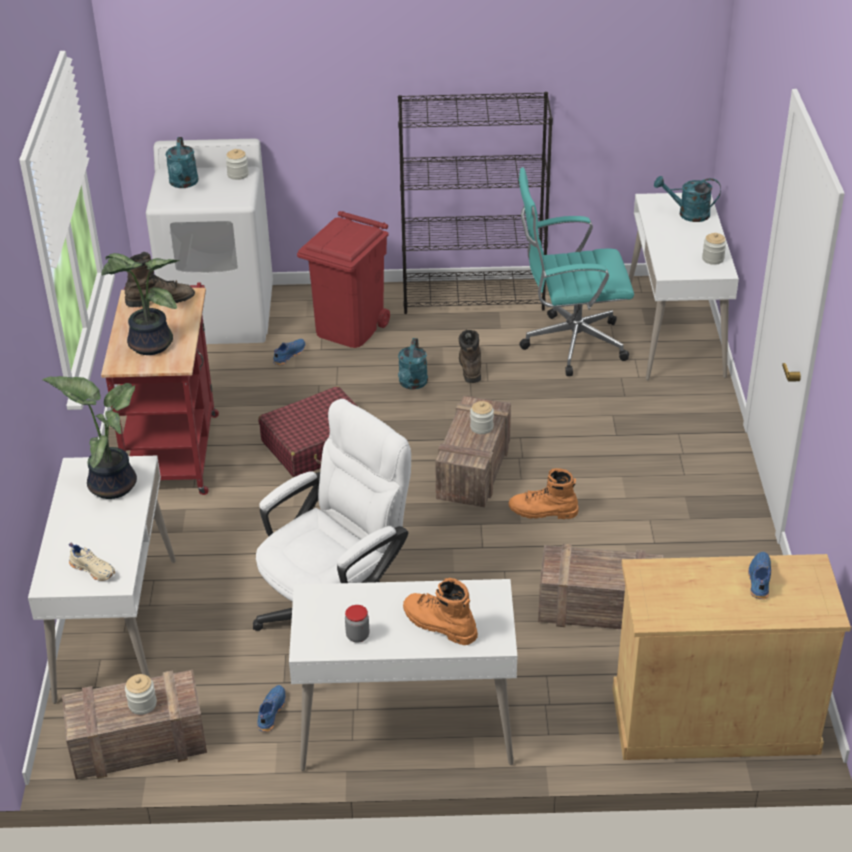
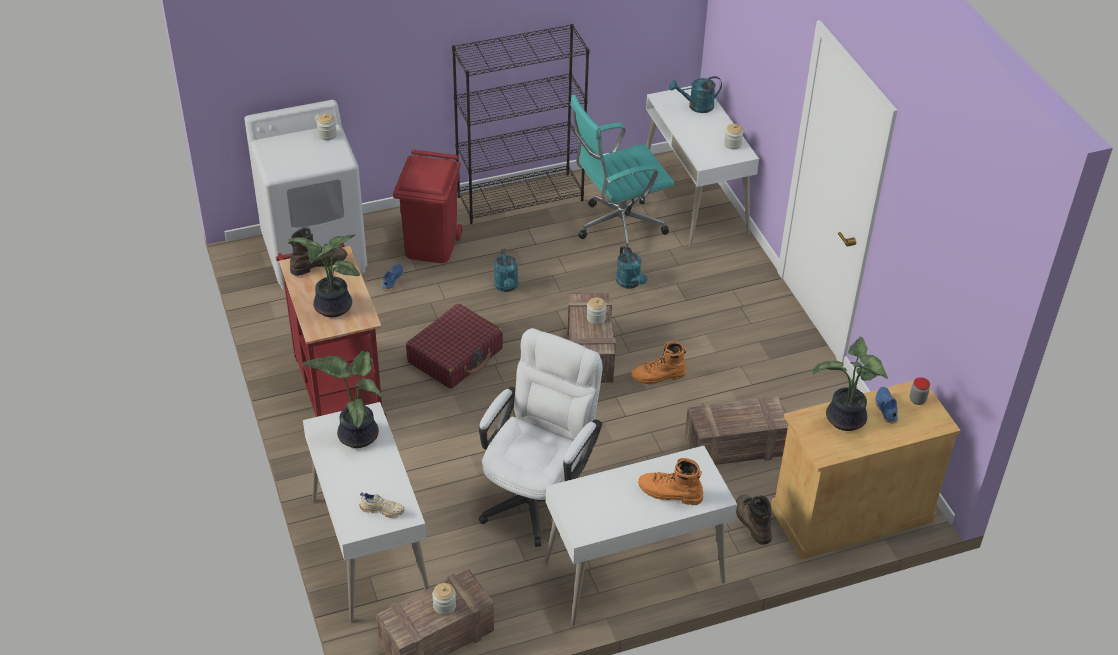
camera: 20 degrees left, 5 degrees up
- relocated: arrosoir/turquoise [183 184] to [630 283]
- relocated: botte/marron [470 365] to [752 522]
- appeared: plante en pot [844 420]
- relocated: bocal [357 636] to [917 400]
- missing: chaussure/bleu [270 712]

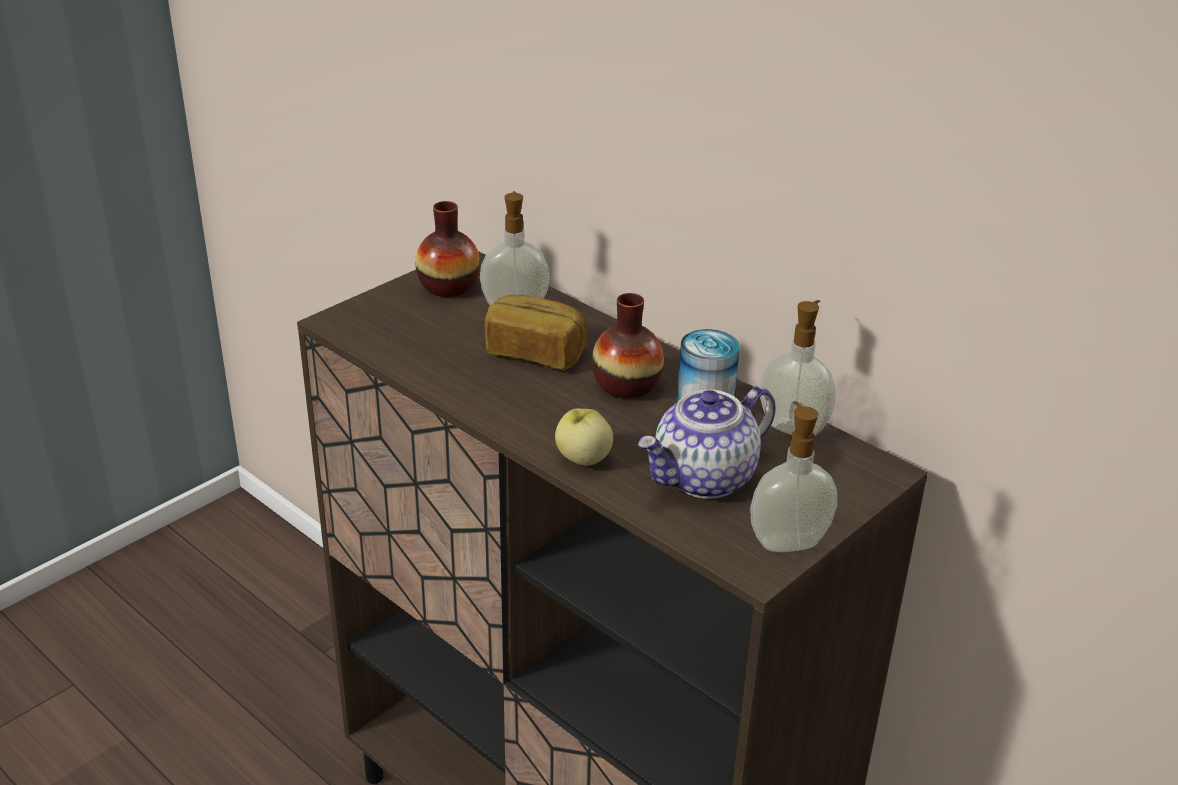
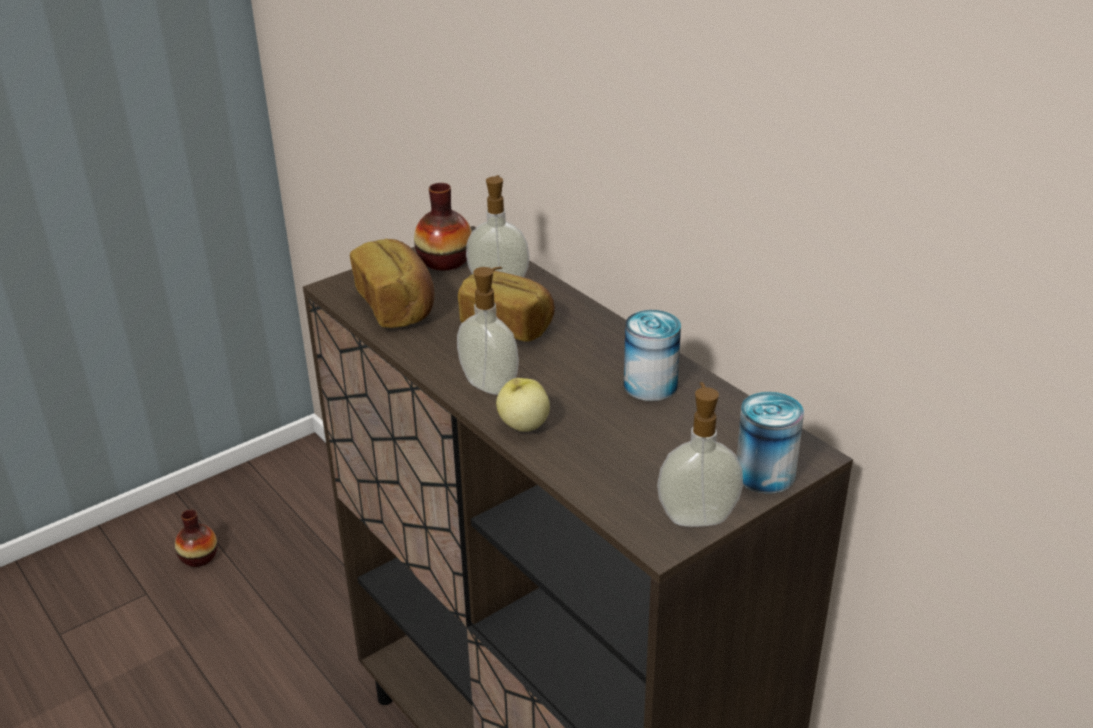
camera: 10 degrees right, 0 degrees up
- relocated: vase [626 385] to [199 557]
- appeared: pain [397 306]
- relocated: distributeur de savon [793 427] to [490 384]
- appeared: boîte métallique [765 474]
- missing: théière [704 478]

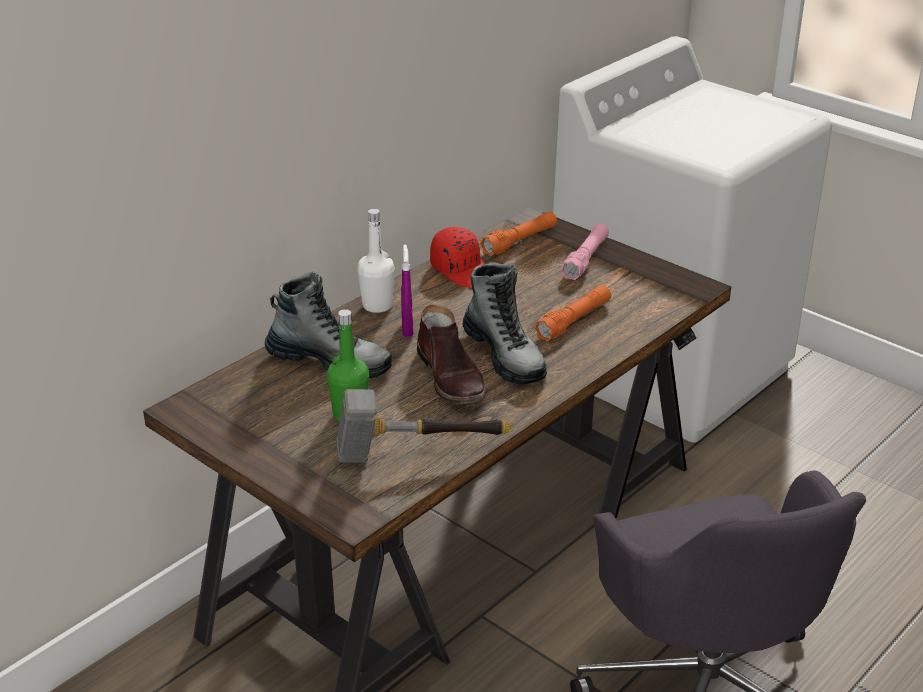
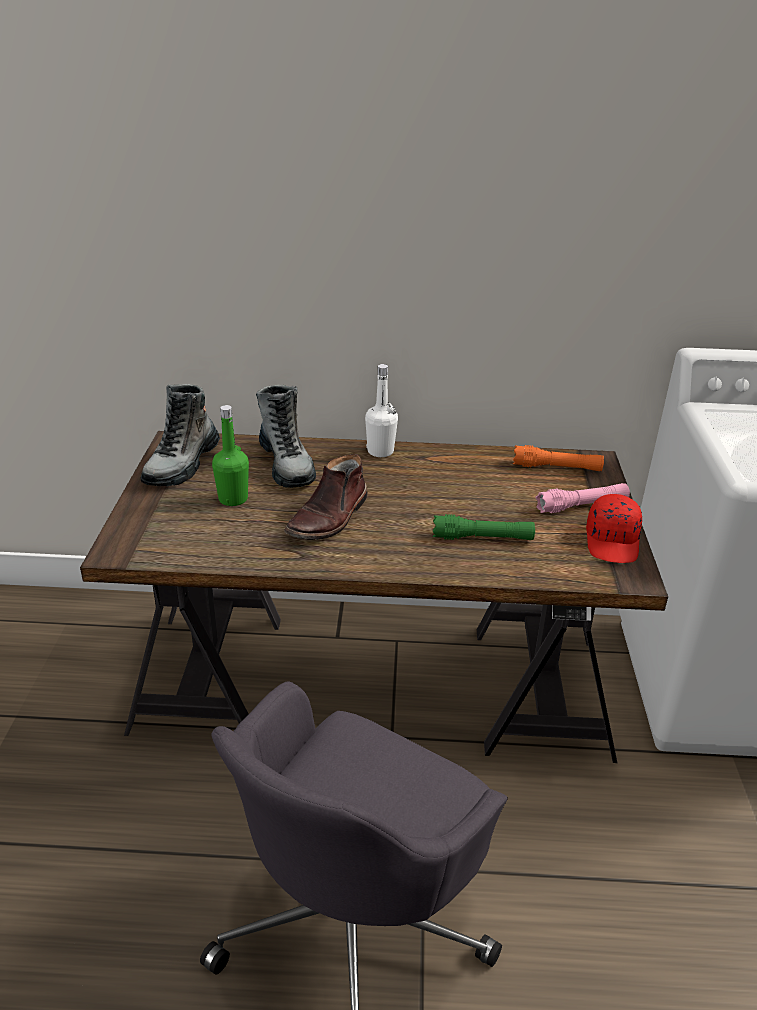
camera: 50 degrees right, 0 degrees up
- relocated: botte [505 355] to [182 464]
- colour: lampe de poche/orange [573 321] to lampe de poche/vert [482 538]
- relocated: casquette/rouge [463 270] to [613 542]
- missing: marteau [417 455]
- missing: vaporisateur/violet [407 329]

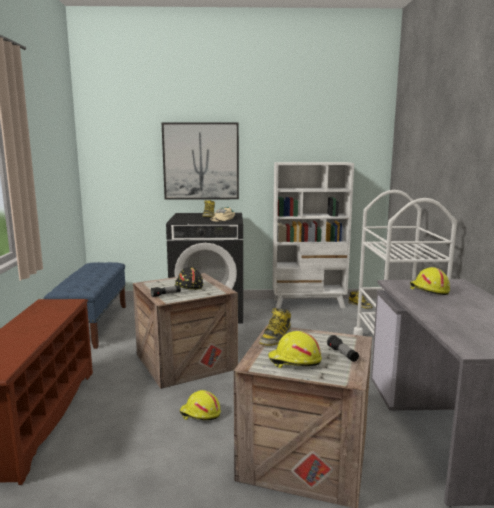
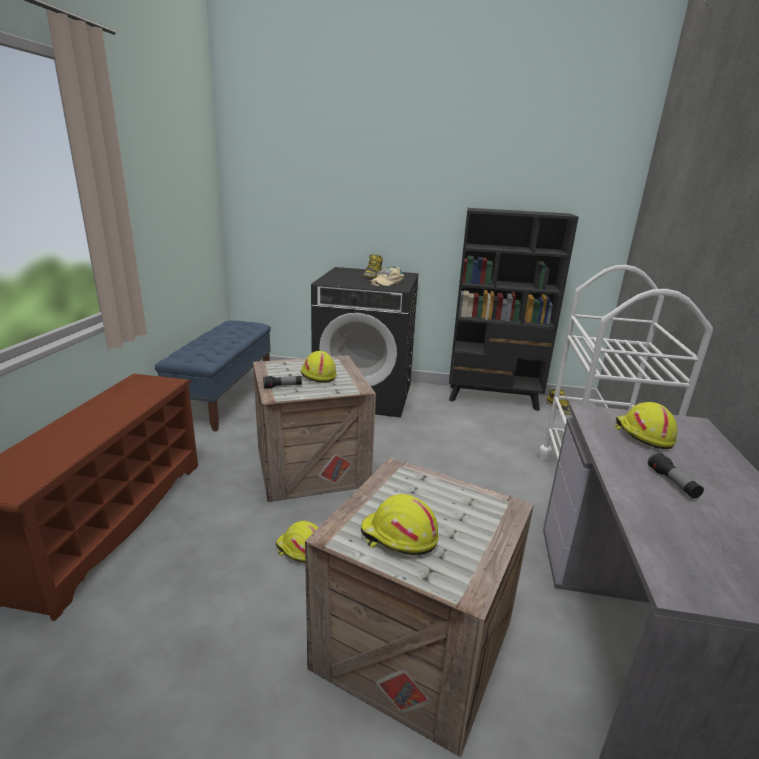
camera: 10 degrees right, 10 degrees up
- colour: casque de chantier/noir [188 286] to casque de chantier/jaune [317 375]
- colour: bibliothèque/blanc [309 304] to bibliothèque/noir [493 398]
- relocated: lampe de poche [342 354] to [672 483]
- missing: tableau [201 161]
- missing: botte [276 337]

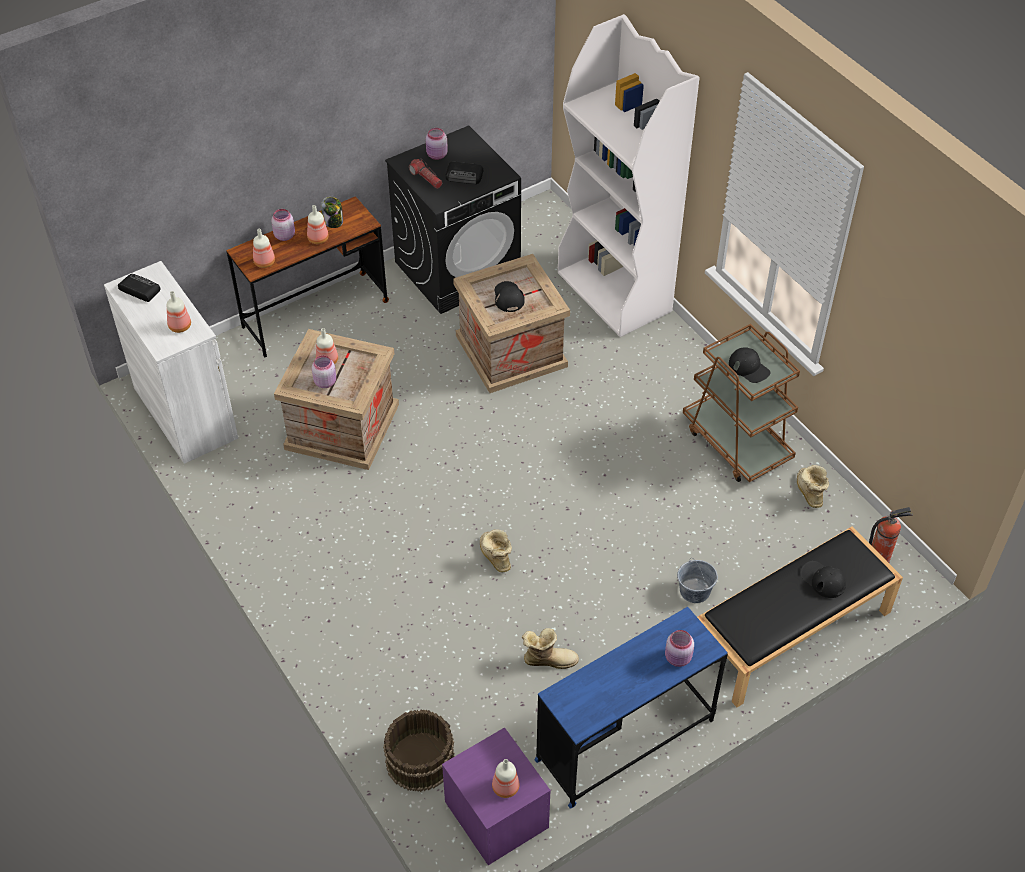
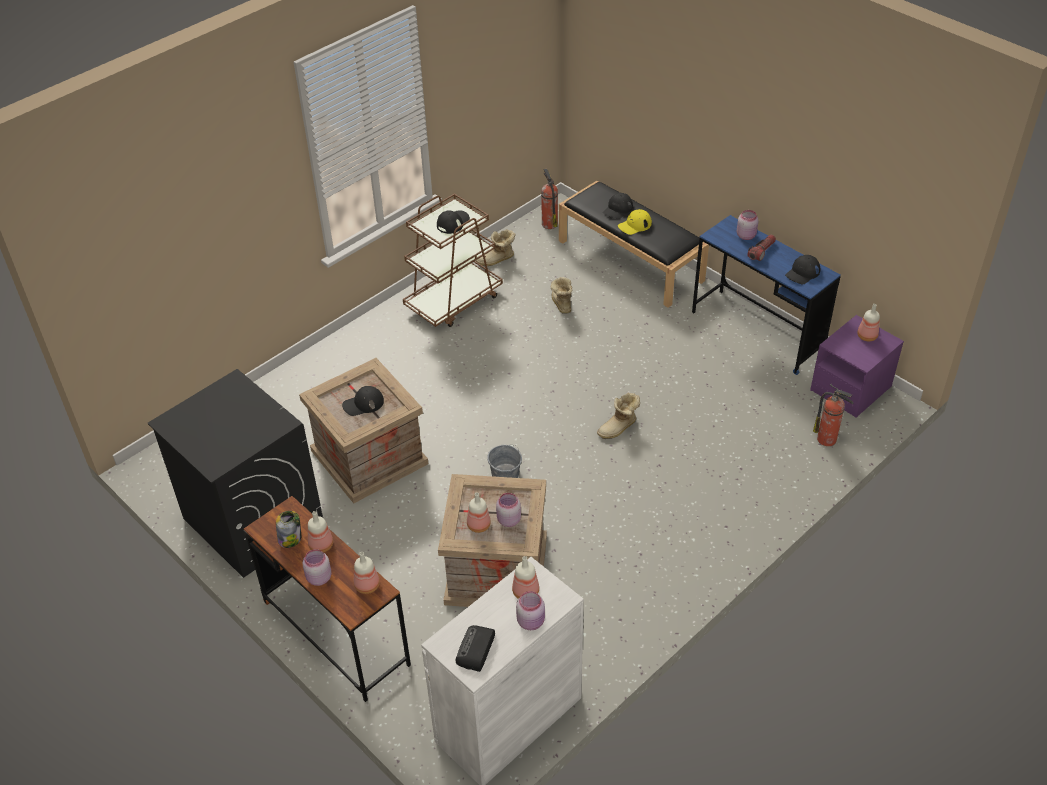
camera: 100 degrees left, 5 degrees down
- relocated: seau/gris [695 591] to [505 474]
- relocated: bocal/rose [437 155] to [531 621]
- relocated: botte [548 659] to [561 304]
- appeared: casquette/jaune [634 225]
- relocated: lampe de poche [426 178] to [761 251]
- appeared: casquette/noir [802 273]
- exchanged: seau/marron [419 759] to extincteur [827 439]
- missing: radio [465 176]
- missing: bibliothèque/blanc [615 292]

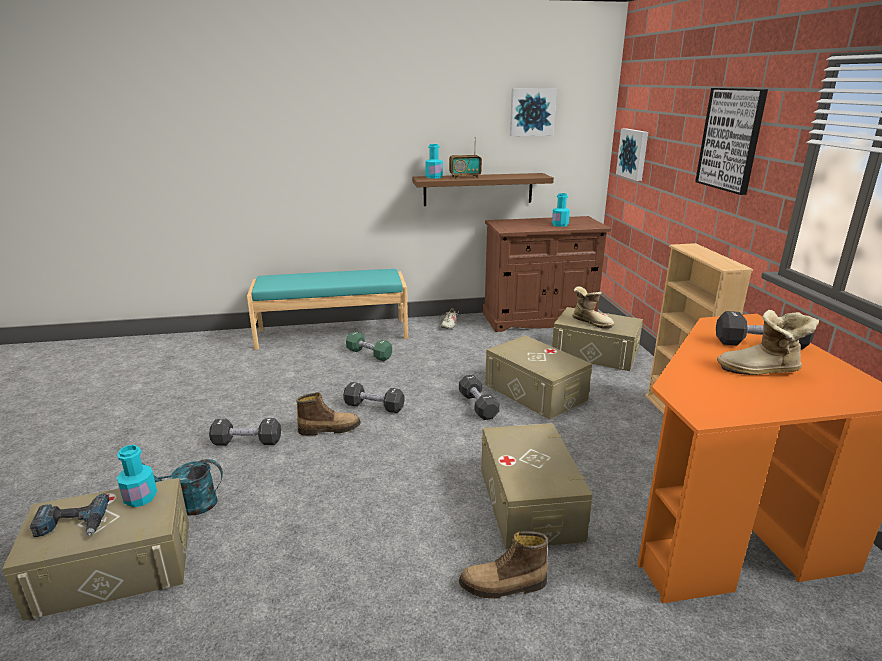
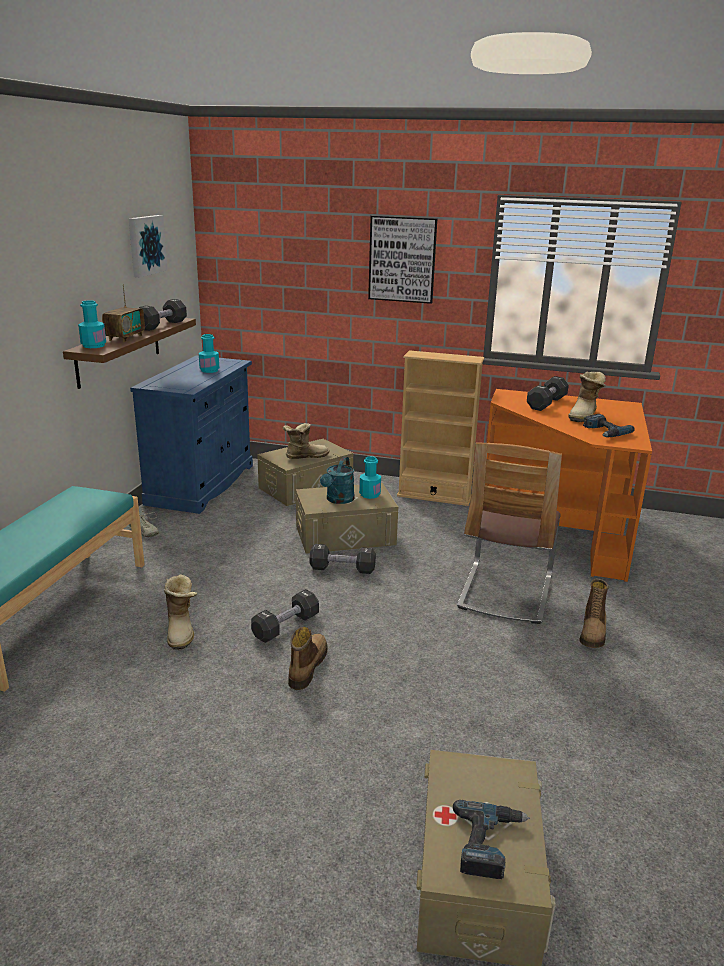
camera: 65 degrees left, 0 degrees up
- colour: meuble de rangement/marron [539 319] to meuble de rangement/bleu [201 484]
- relocated: haltère/noir [247 442] to [162 325]
- appeared: botte [182 631]
- relocated: arrosoir/turquoise [189 504] to [338 500]
- relocated: bouteille/turquoise [140 498] to [369 494]
- exchanged: boîte de rangement/beige [529 503] to chaise [505 592]
- appeared: perceuse [603 432]
- missing: haltère/vert [369 354]
- missing: tableau [633 154]

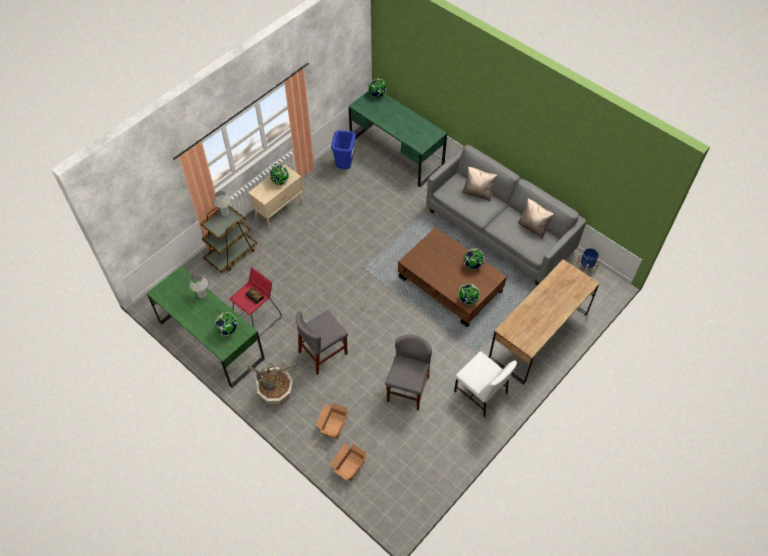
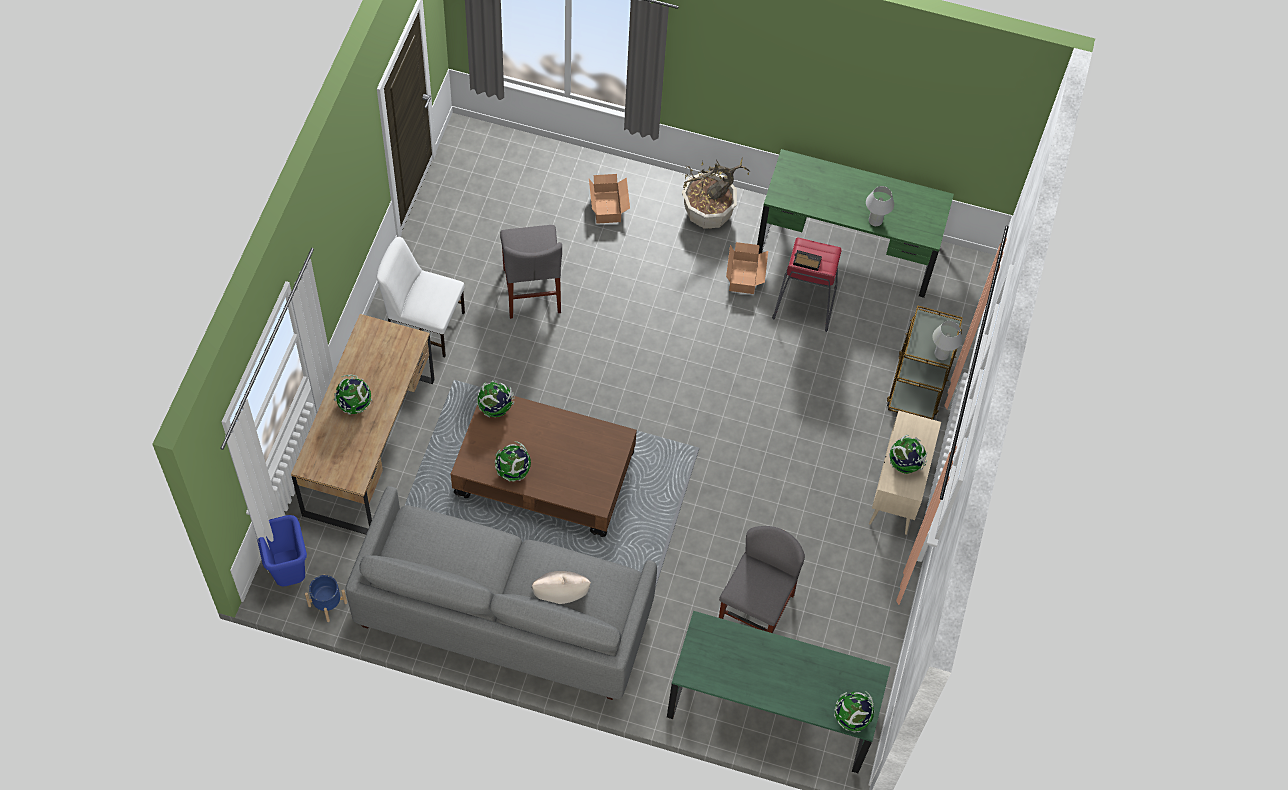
camera: 150 degrees right, 5 degrees up
- relocated: poubelle/bleu [344 166] to [290 574]
- relocated: globe [228 330] to [354 404]
- relocated: chaise/gris [323 353] to [755 610]
- relocated: carton [349 466] to [745 276]
- missing: coussin/beige [533 227]

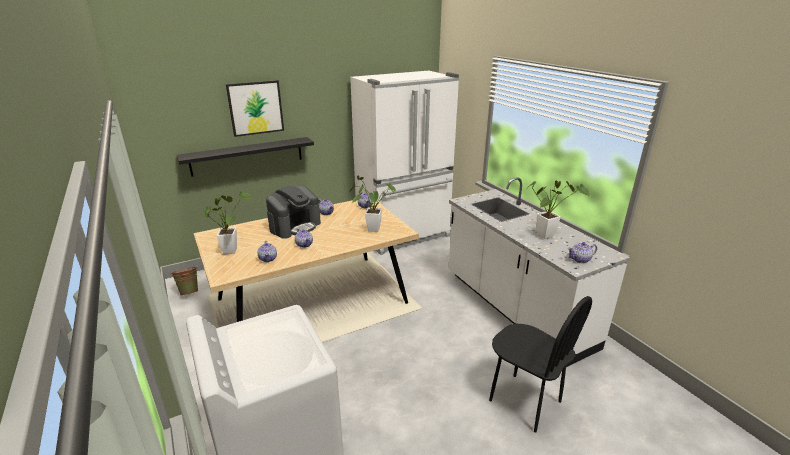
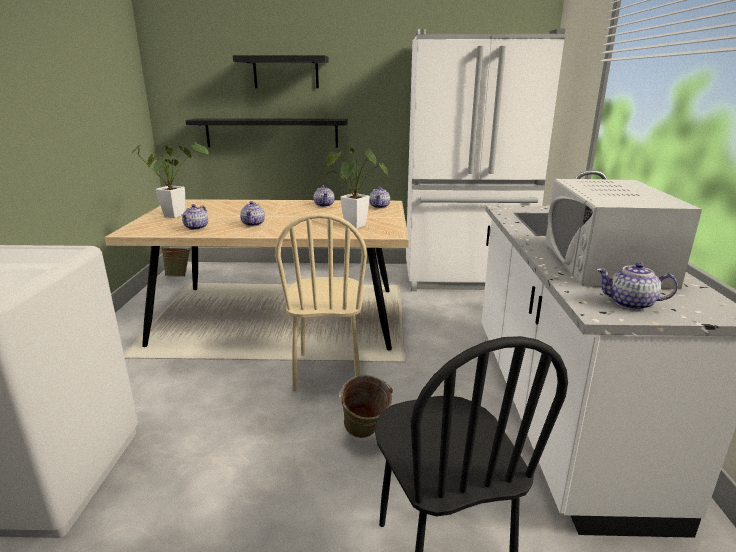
camera: 30 degrees right, 5 degrees down
- exchanged: tableau [255 108] to étagère/noir [286 72]
- appeared: chaise/beige [328 371]
- appeared: seau/vert [364 436]
- exchanged: plante en pot [548 235] to micro-ondes/blanc [604 263]
- missing: machine à café [295 226]

